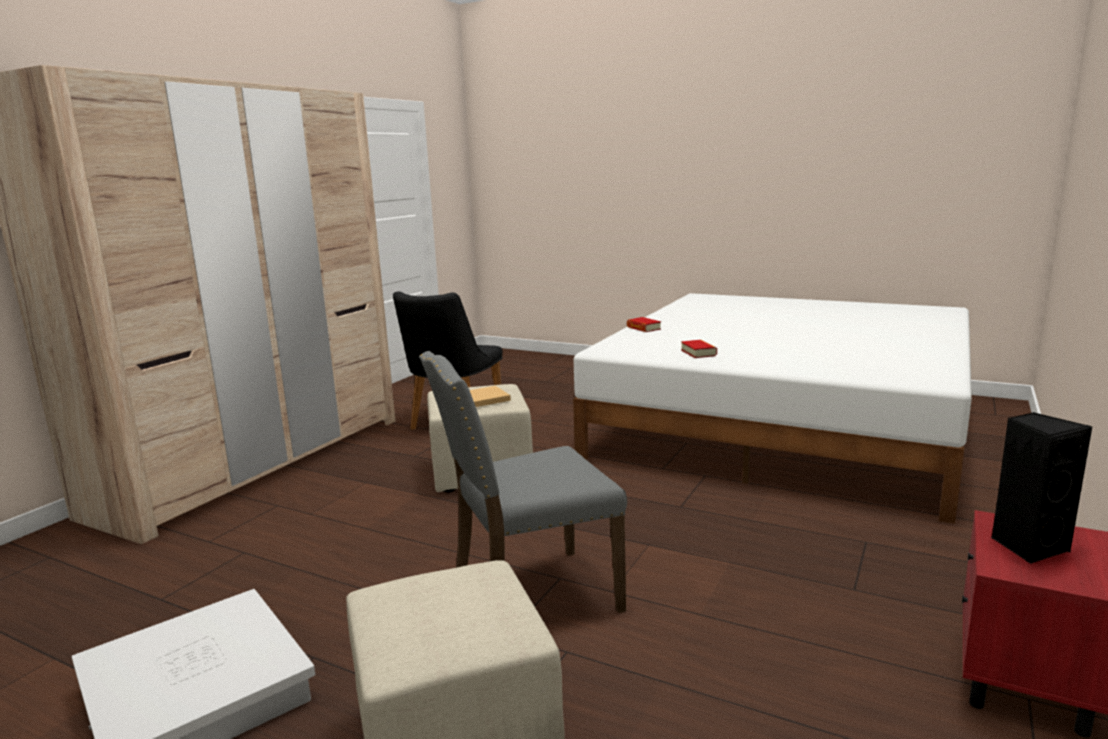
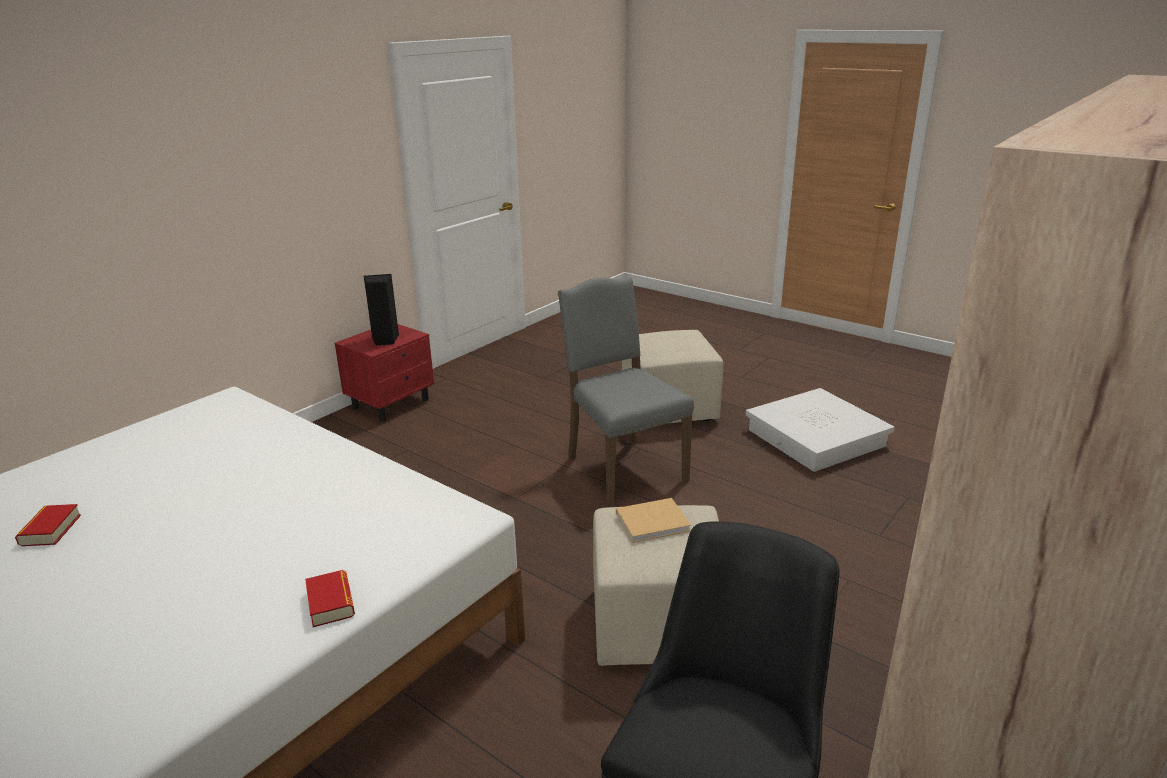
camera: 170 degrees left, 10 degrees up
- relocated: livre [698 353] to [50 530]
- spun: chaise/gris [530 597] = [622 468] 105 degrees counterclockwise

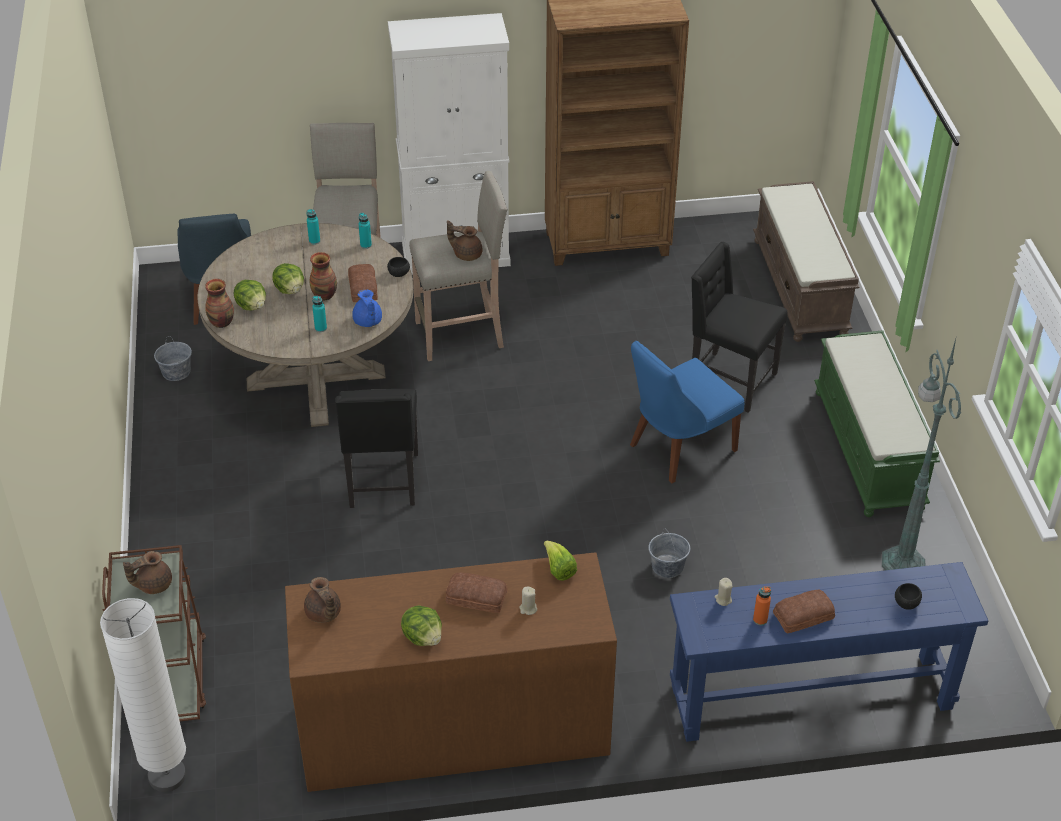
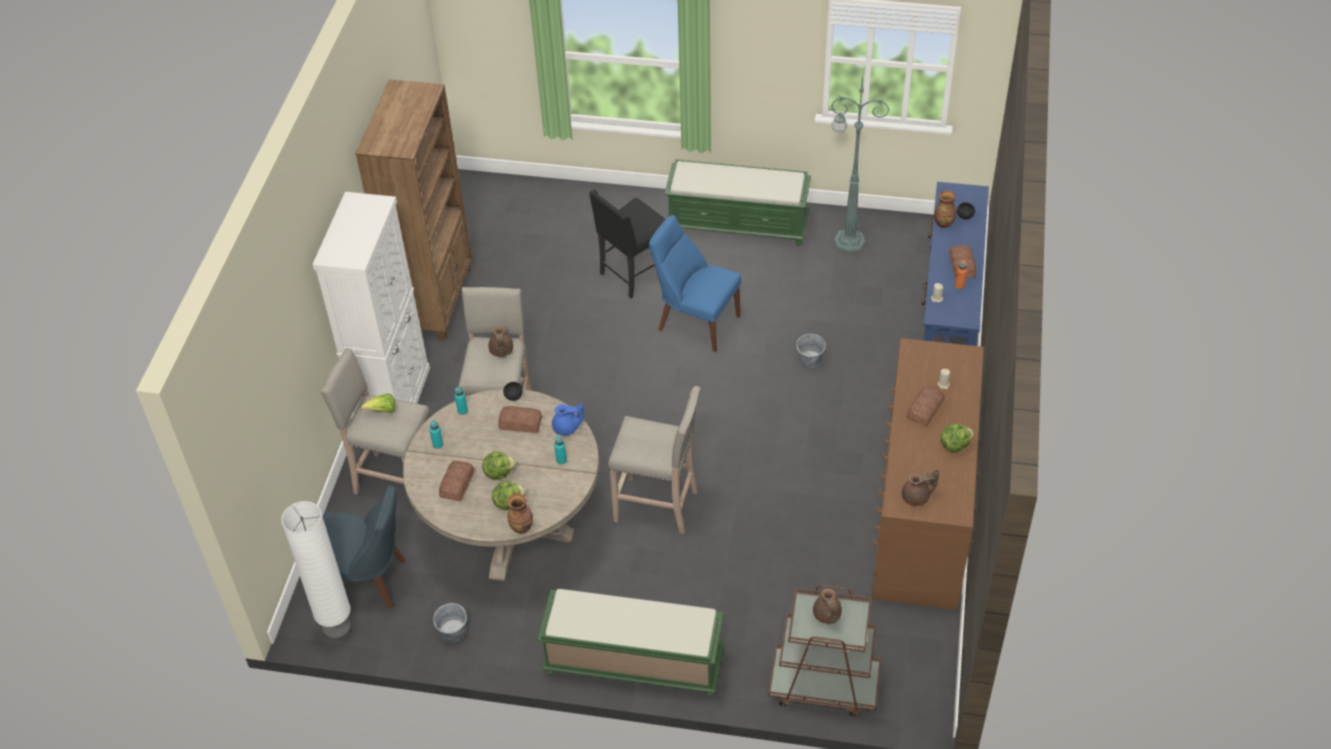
camera: 70 degrees left, 5 degrees up
- relocated: lampadaire/blanc [167 776] to [337 628]
- relocated: laitue [559 569] to [382 411]
- appeared: pain [456 484]
- spun: théière/marron [466 254] = [501 351] 45 degrees counterclockwise
- appeared: banc/vert [632 663]
- exchanged: chaise/noir [382 482] to tabouret/beige [658 506]
- spun: chaise/bleu [678 449] = [695 322] 135 degrees clockwise
- relocated: vase [325 295] to [943 223]
- missing: banc/marron [801 287]

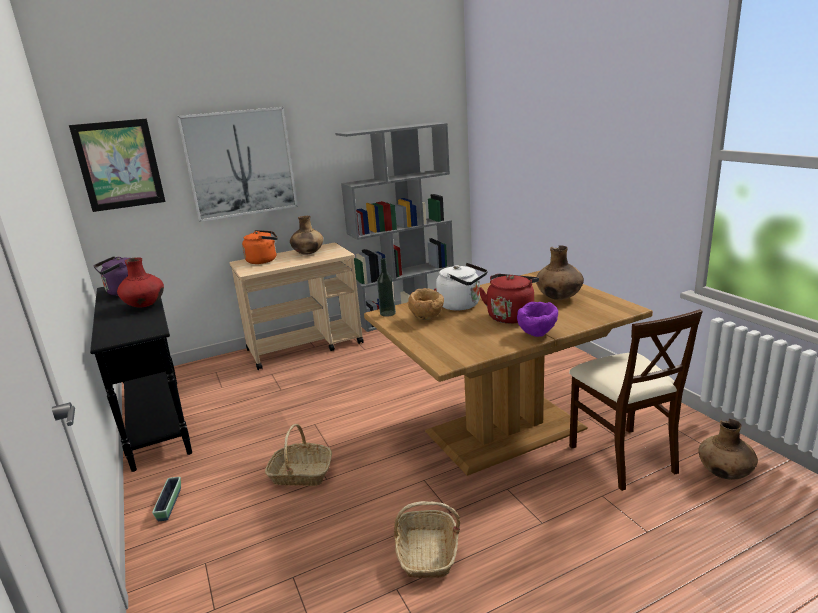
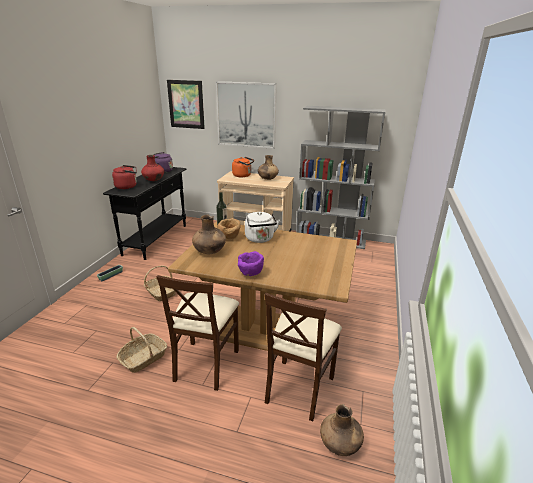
camera: 40 degrees right, 5 degrees up
- relocated: bouilloire/rouge [510 316] to [127 186]
- appeared: chaise/beige [205 364]
- relocated: vase/marron [559 298] to [210 252]

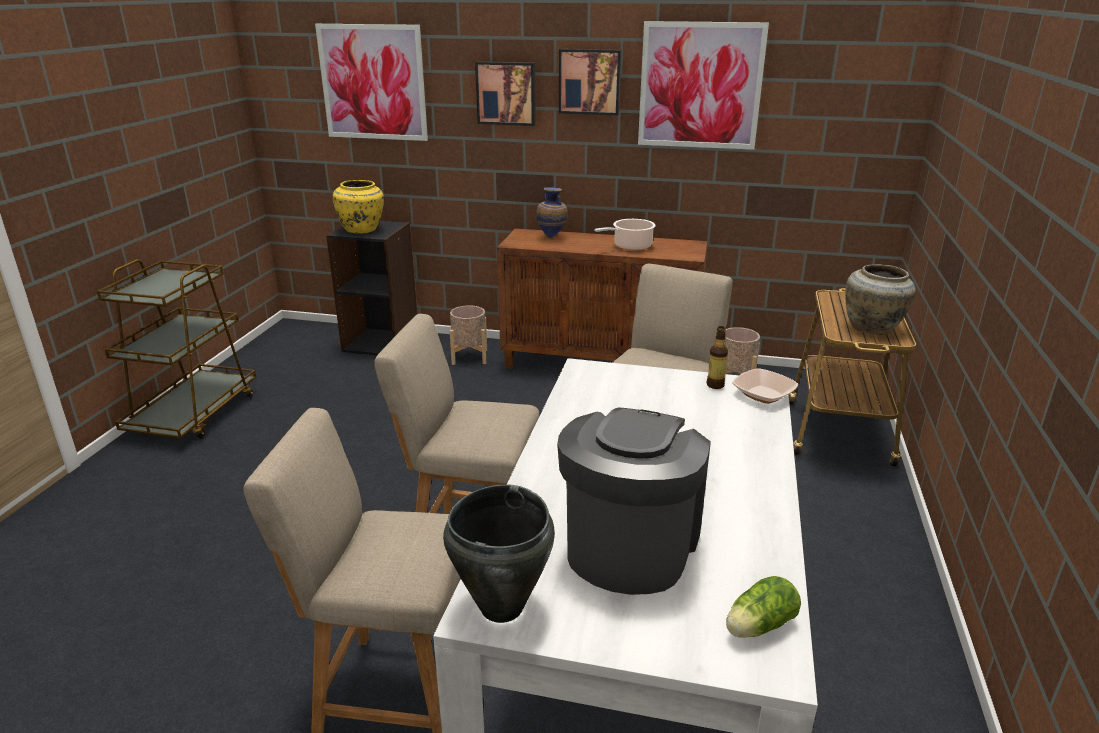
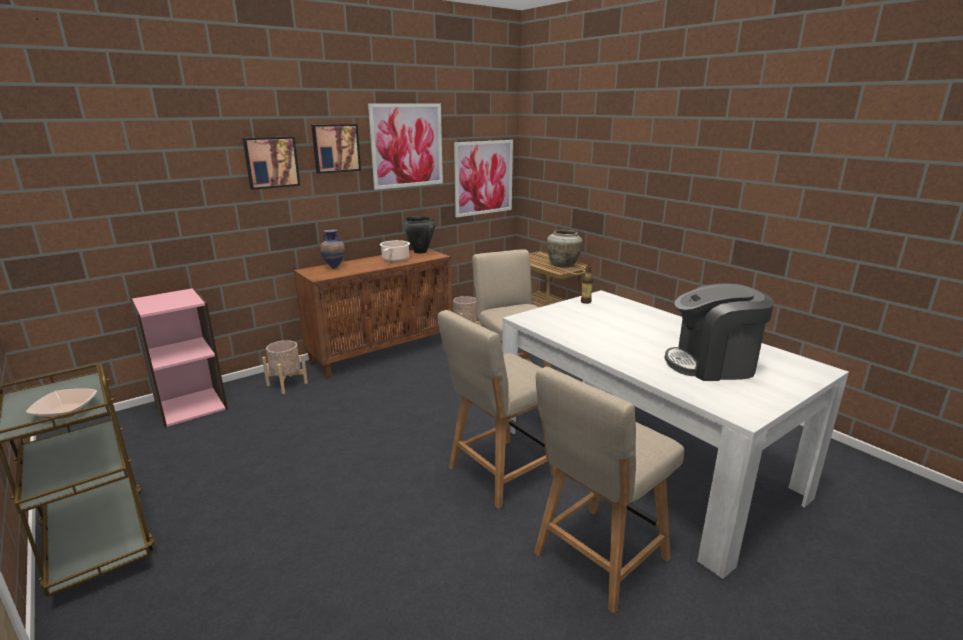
camera: 50 degrees left, 5 degrees down
- relocated: bol [763 394] to [66 411]
- colour: bibliothèque/noir [381 342] to bibliothèque/rose [191 406]
- relocated: marmite/noir [500 607] to [420 252]
- relocated: tableau [373 82] to [483 178]
- spun: machine à café [630 544] = [712 364] 60 degrees counterclockwise
- missing: vase/jaune [362 230]
- missing: laitue [757 626]

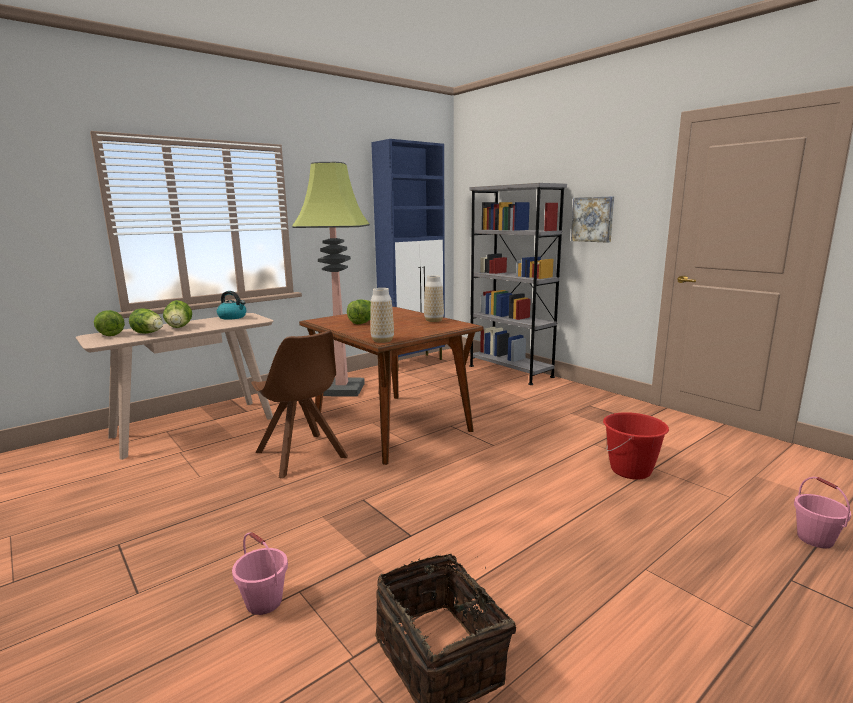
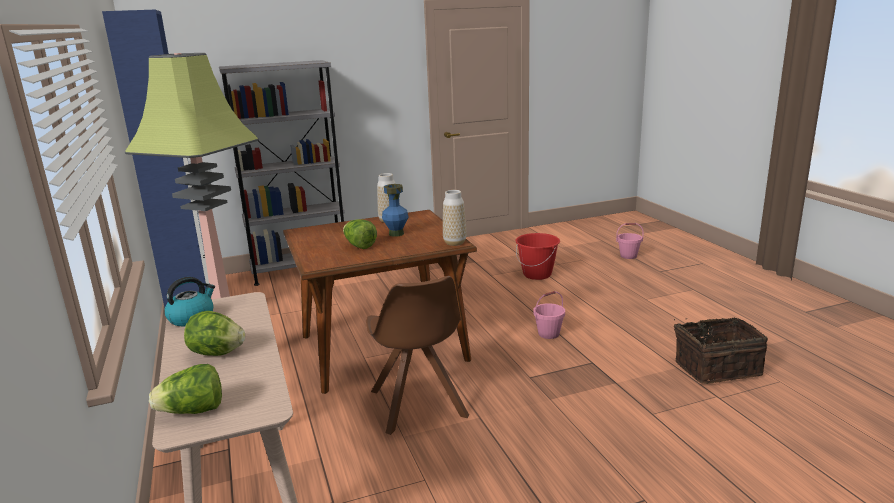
camera: 70 degrees left, 5 degrees up
- spun: chaise/marron [302 456] = [418 405] 90 degrees clockwise
- appeared: vase/bleu [396 234]
- relocated: seau/rose [263 602] to [548 334]
- missing: laitue [149 333]
- missing: tableau [593 219]

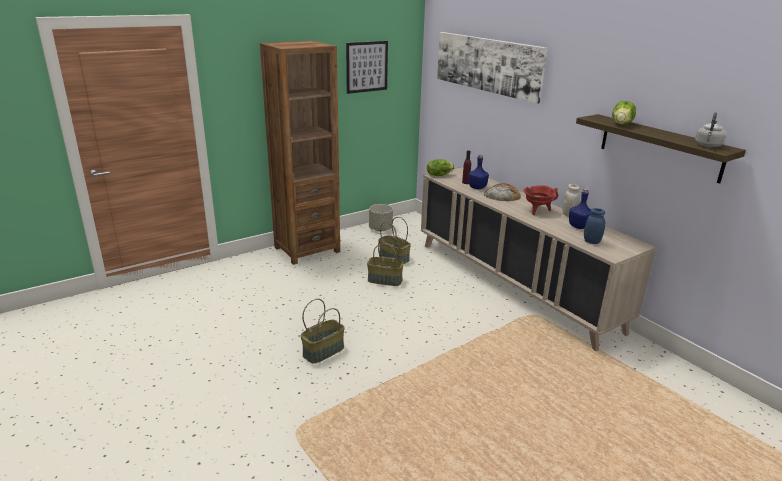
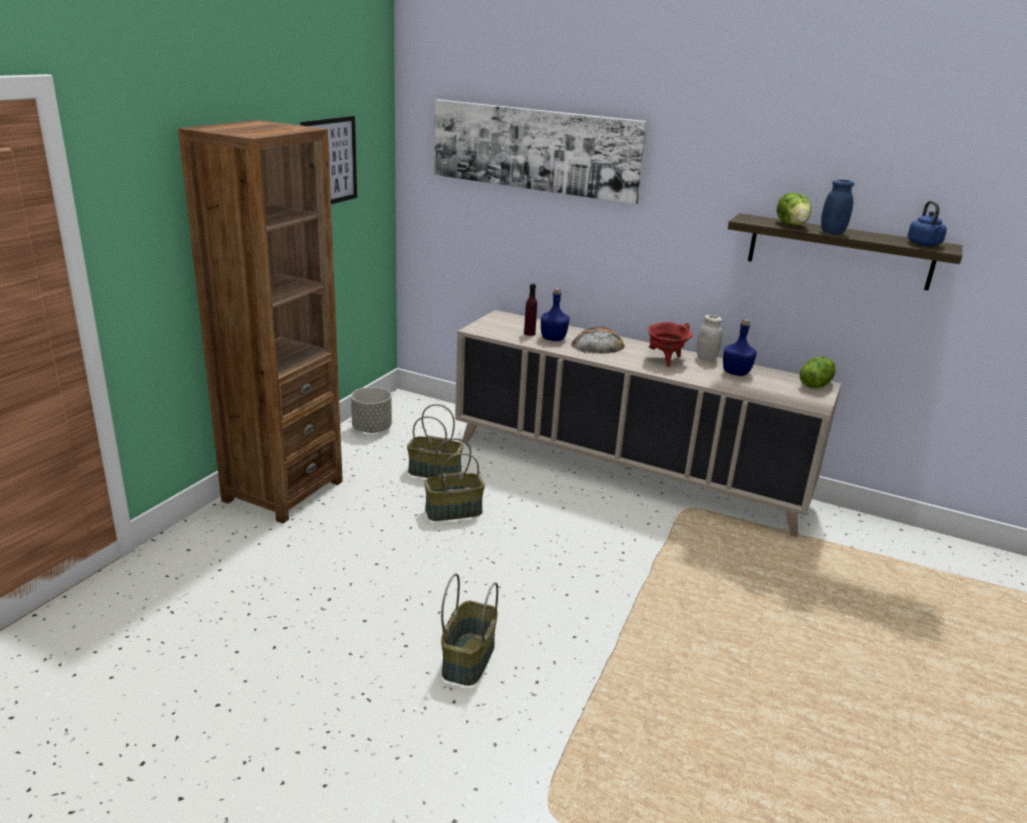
camera: 30 degrees left, 0 degrees up
- relocated: laitue [439 175] to [815 385]
- relocated: bocal/bleu [591 241] to [832 232]
- colour: bouilloire/gris [708 146] to bouilloire/bleu [924 244]

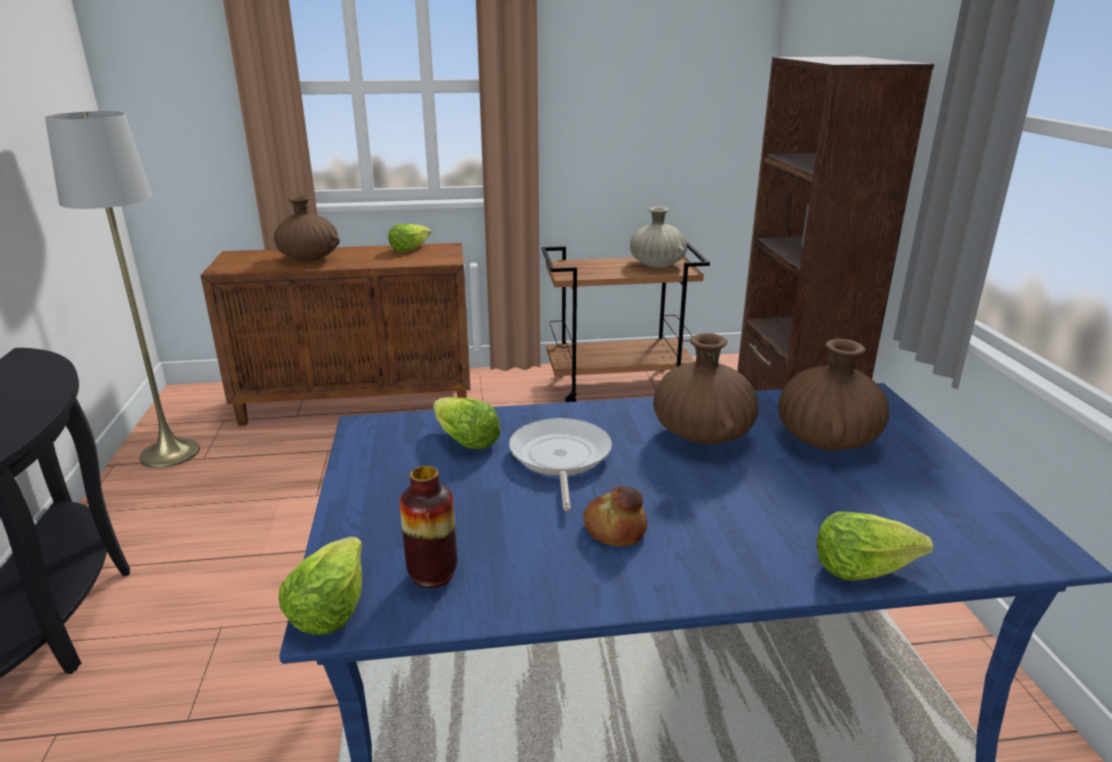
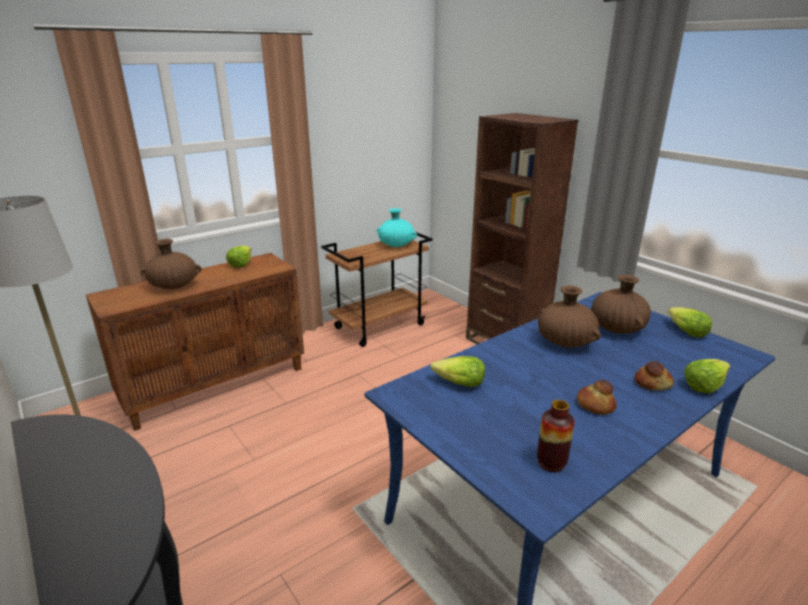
camera: 30 degrees left, 0 degrees up
- colour: vase/beige [656 265] to vase/turquoise [396 245]
- appeared: pain [652 383]
- relocated: laitue [329 607] to [686 331]
- missing: poêle [560 458]

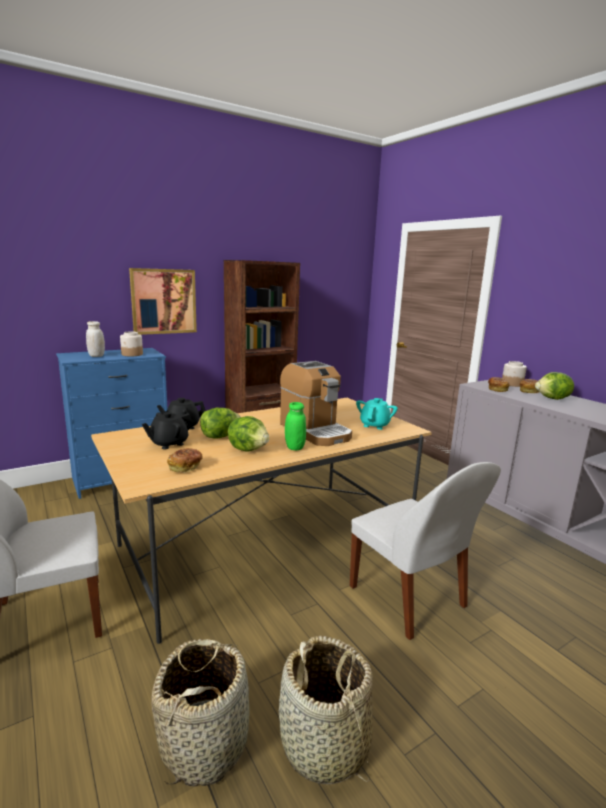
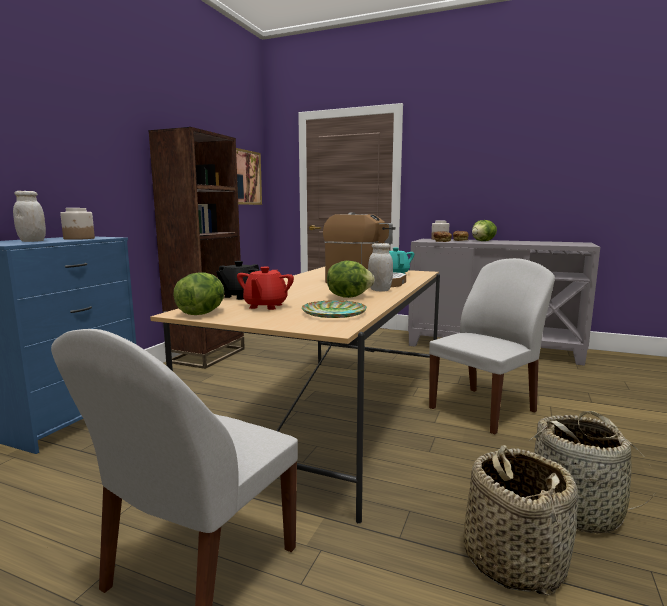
camera: 35 degrees left, 5 degrees down
- relocated: laitue [220 436] to [202 313]
- relocated: tableau [163 301] to [244 177]
- colour: théière/noir [168 443] to théière/rouge [265 306]
- exchanged: pain [185 467] to assiette [334 313]
- colour: bocal/vert [294 447] to bocal/blanc [379 290]
- spun: chaise/blanc [409 599] = [484 409] 60 degrees counterclockwise

